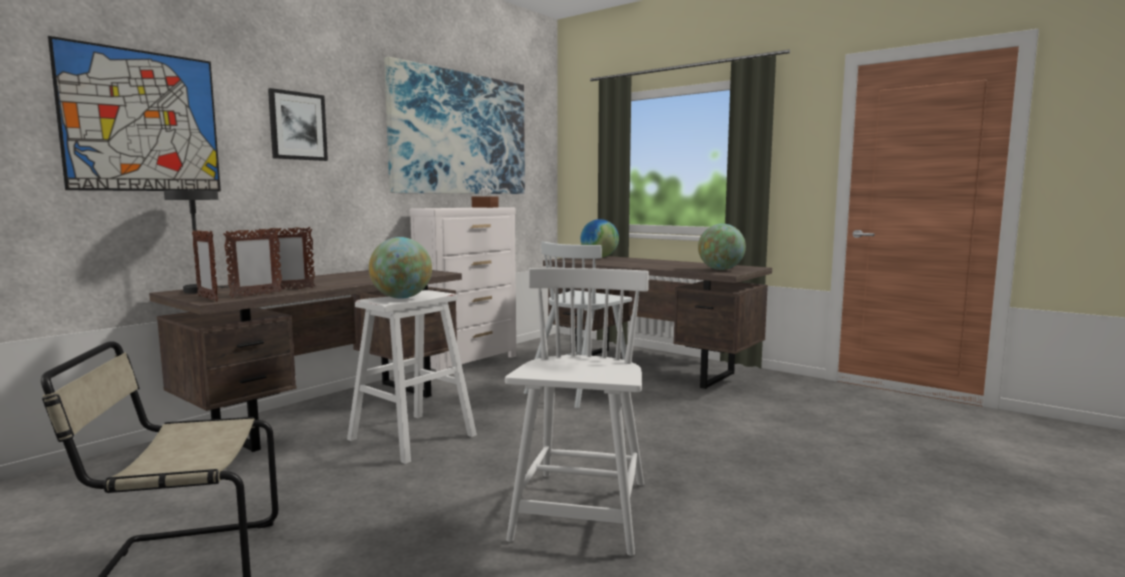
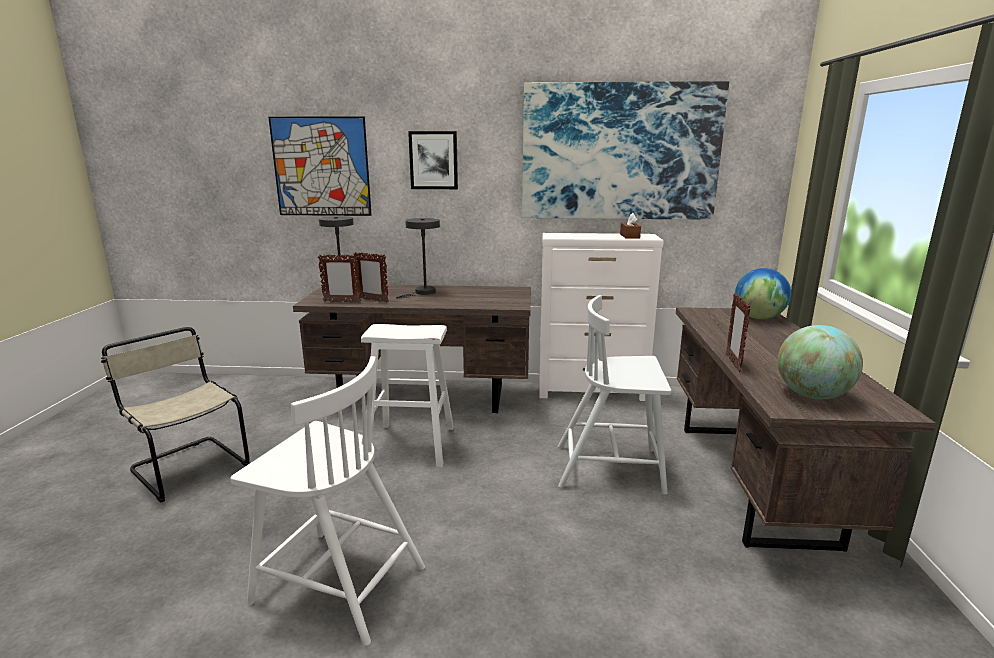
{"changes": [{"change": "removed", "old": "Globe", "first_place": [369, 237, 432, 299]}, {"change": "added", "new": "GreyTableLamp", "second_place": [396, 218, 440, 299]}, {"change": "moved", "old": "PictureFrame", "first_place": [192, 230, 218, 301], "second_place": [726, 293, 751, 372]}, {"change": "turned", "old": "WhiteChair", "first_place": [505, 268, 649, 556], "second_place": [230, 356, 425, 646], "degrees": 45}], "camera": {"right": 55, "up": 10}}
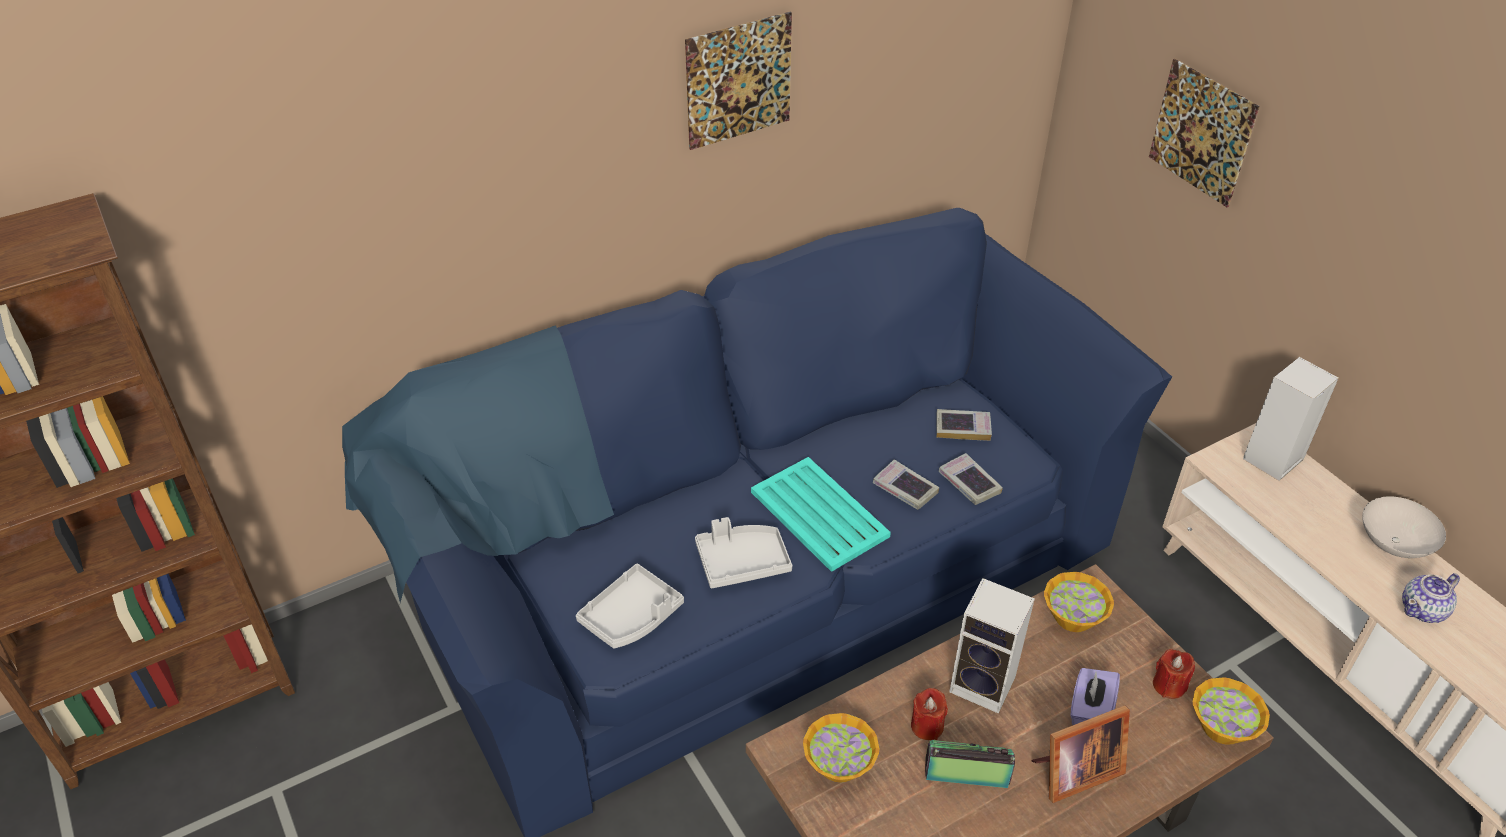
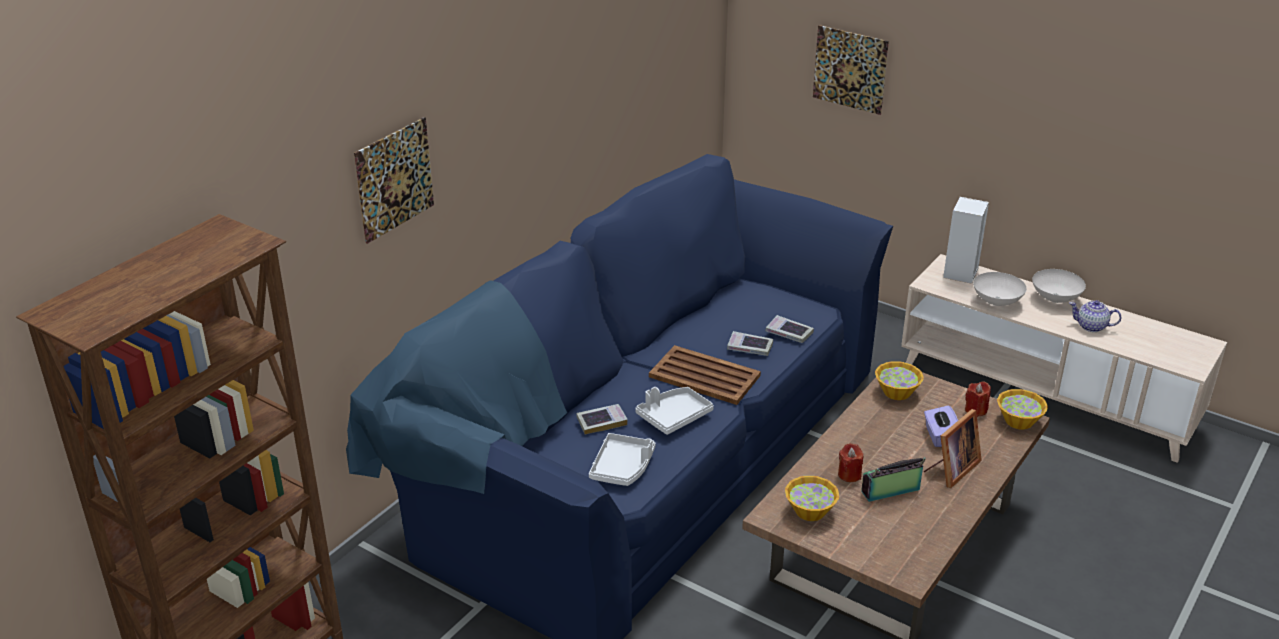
{"changes": [{"change": "removed", "old": "Speaker", "first_place": [949, 578, 1035, 714]}, {"change": "added", "new": "WhiteBowl", "second_place": [973, 272, 1027, 306]}, {"change": "moved", "old": "Picture", "first_place": [685, 12, 792, 150], "second_place": [354, 117, 434, 244]}, {"change": "moved", "old": "Book", "first_place": [936, 409, 992, 441], "second_place": [576, 404, 628, 435]}, {"change": "recoloured", "old": "TurquoiseTray", "new": "BrownTray", "first_place": [751, 457, 891, 572], "second_place": [649, 345, 761, 405]}, {"change": "turned", "old": "Teapot", "first_place": [1402, 573, 1460, 623], "second_place": [1069, 300, 1121, 332], "degrees": 75}], "camera": {"right": -25, "up": -10}}
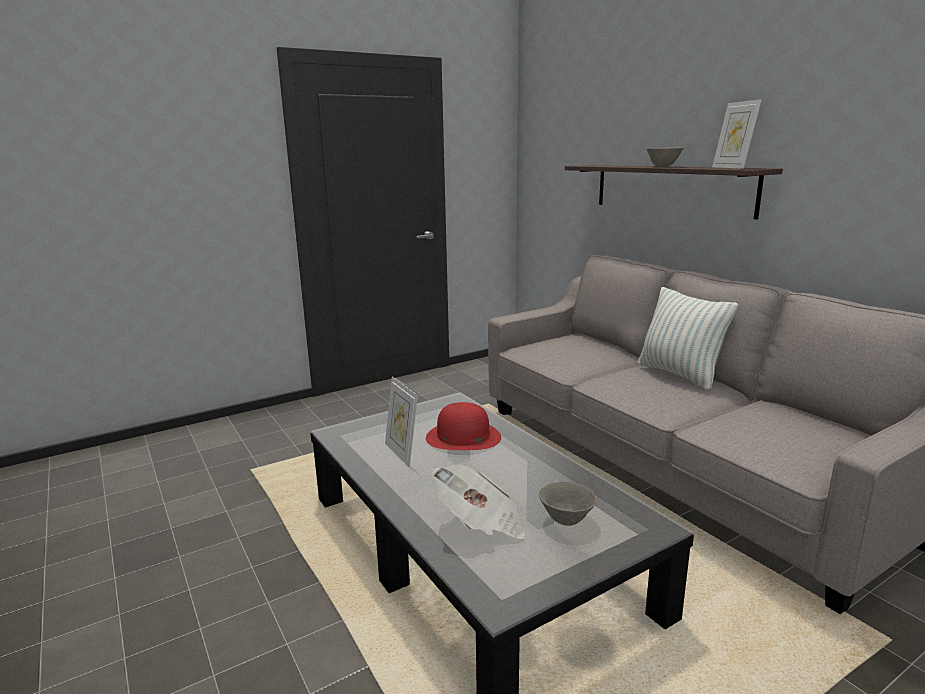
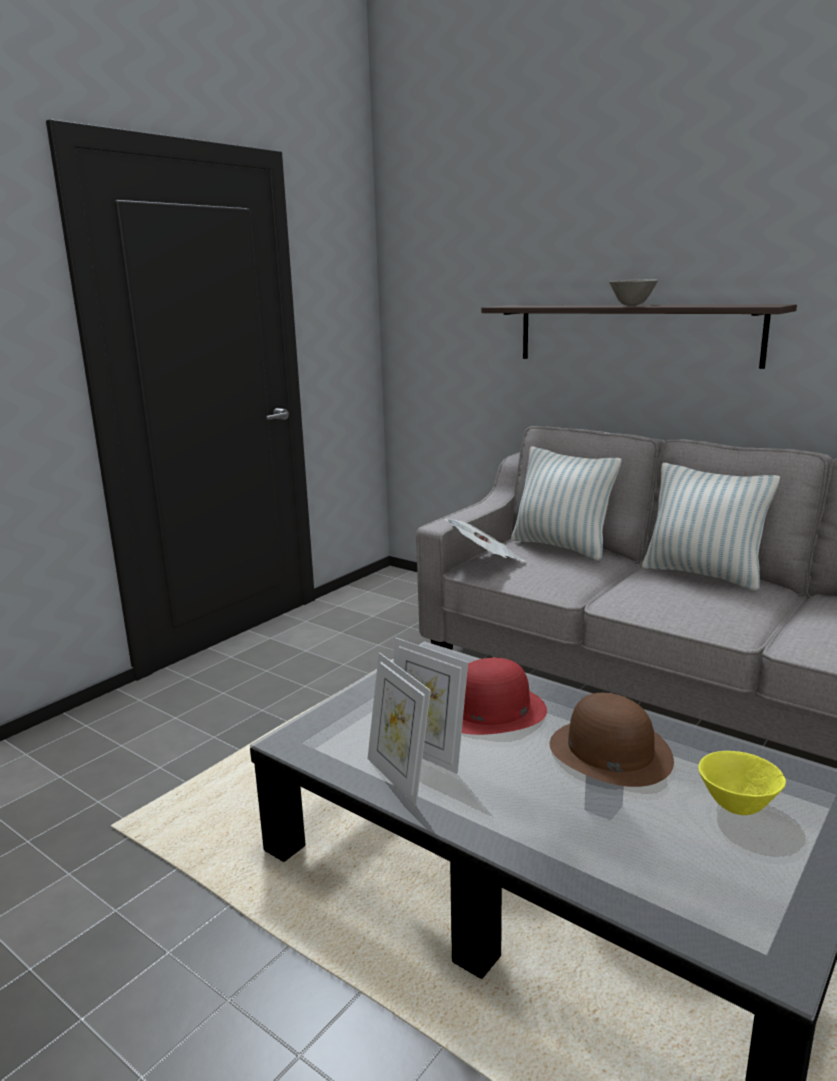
{"changes": [{"change": "added", "new": "Pillow", "second_place": [511, 446, 622, 561]}, {"change": "added", "new": "BrownHat", "second_place": [550, 693, 674, 787]}, {"change": "moved", "old": "Newspaper", "first_place": [432, 465, 525, 539], "second_place": [444, 519, 525, 561]}, {"change": "moved", "old": "PictureFrame", "first_place": [712, 99, 762, 169], "second_place": [368, 653, 431, 806]}, {"change": "recoloured", "old": "GreyBowl", "new": "YellowBowl", "first_place": [539, 482, 597, 526], "second_place": [698, 751, 786, 815]}], "camera": {"right": -20, "up": 0}}
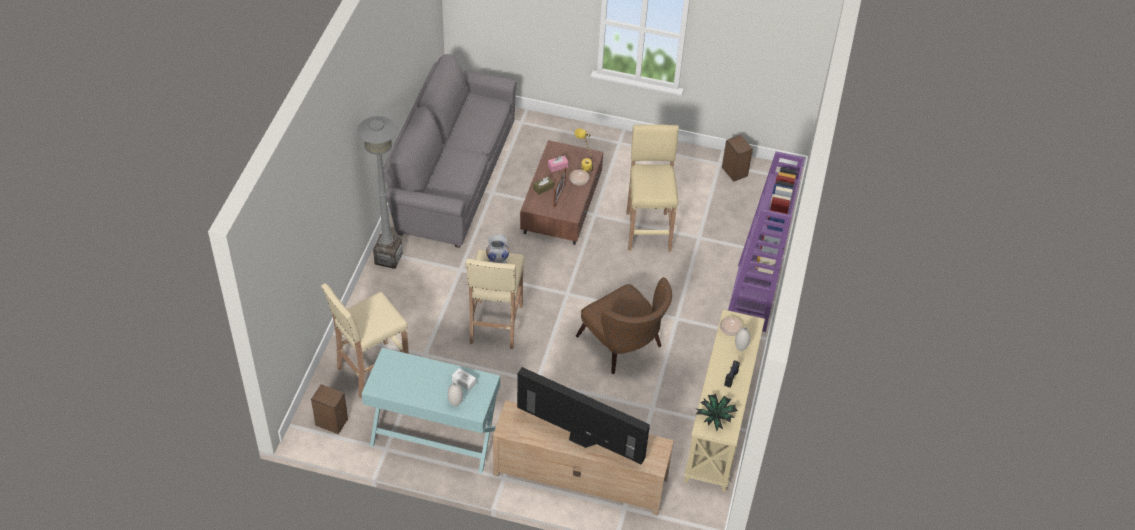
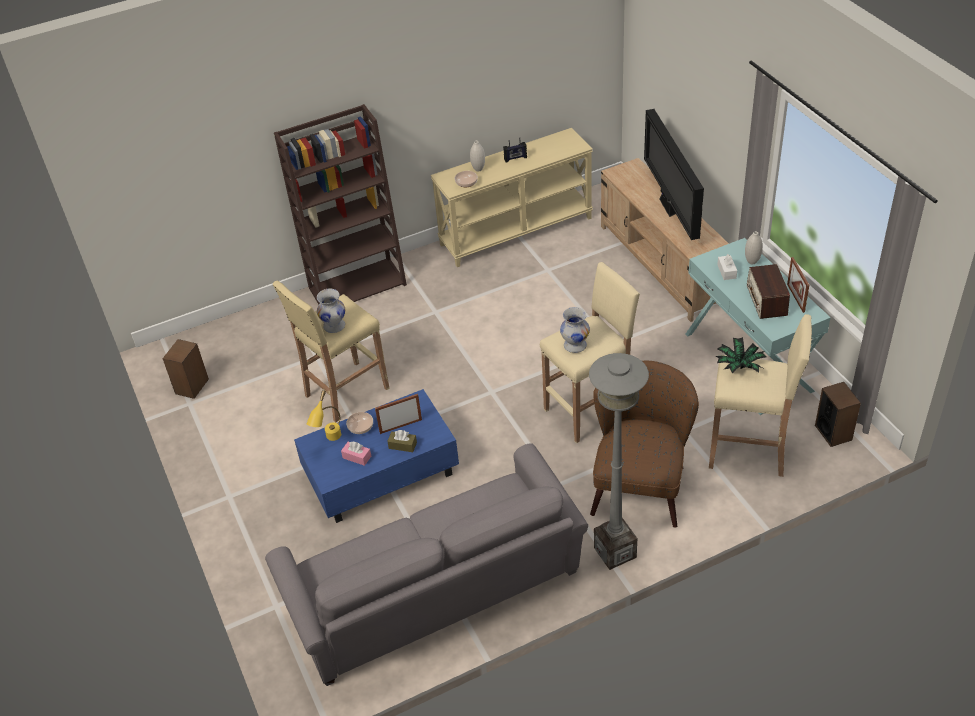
{"changes": [{"change": "added", "new": "WhiteVase", "second_place": [317, 289, 345, 333]}, {"change": "added", "new": "Radio", "second_place": [747, 264, 790, 319]}, {"change": "added", "new": "PictureFrame", "second_place": [787, 257, 809, 313]}, {"change": "moved", "old": "BrownArmchair", "first_place": [576, 277, 672, 374], "second_place": [590, 361, 699, 528]}, {"change": "moved", "old": "PottedPlant", "first_place": [696, 394, 738, 431], "second_place": [715, 337, 767, 374]}, {"change": "recoloured", "old": "BrownCoffeeTable", "new": "BlueCoffeeTable", "first_place": [520, 140, 603, 245], "second_place": [294, 389, 459, 523]}, {"change": "recoloured", "old": "PurpleBookcase", "new": "BrownBookcase", "first_place": [728, 151, 805, 332], "second_place": [274, 104, 407, 304]}], "camera": {"right": -125, "up": -5}}
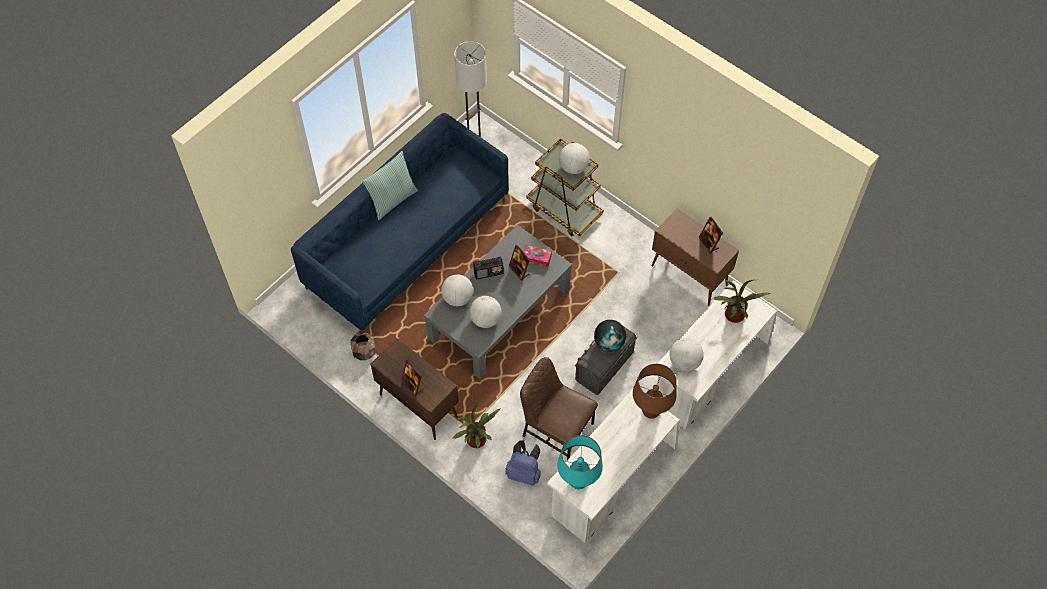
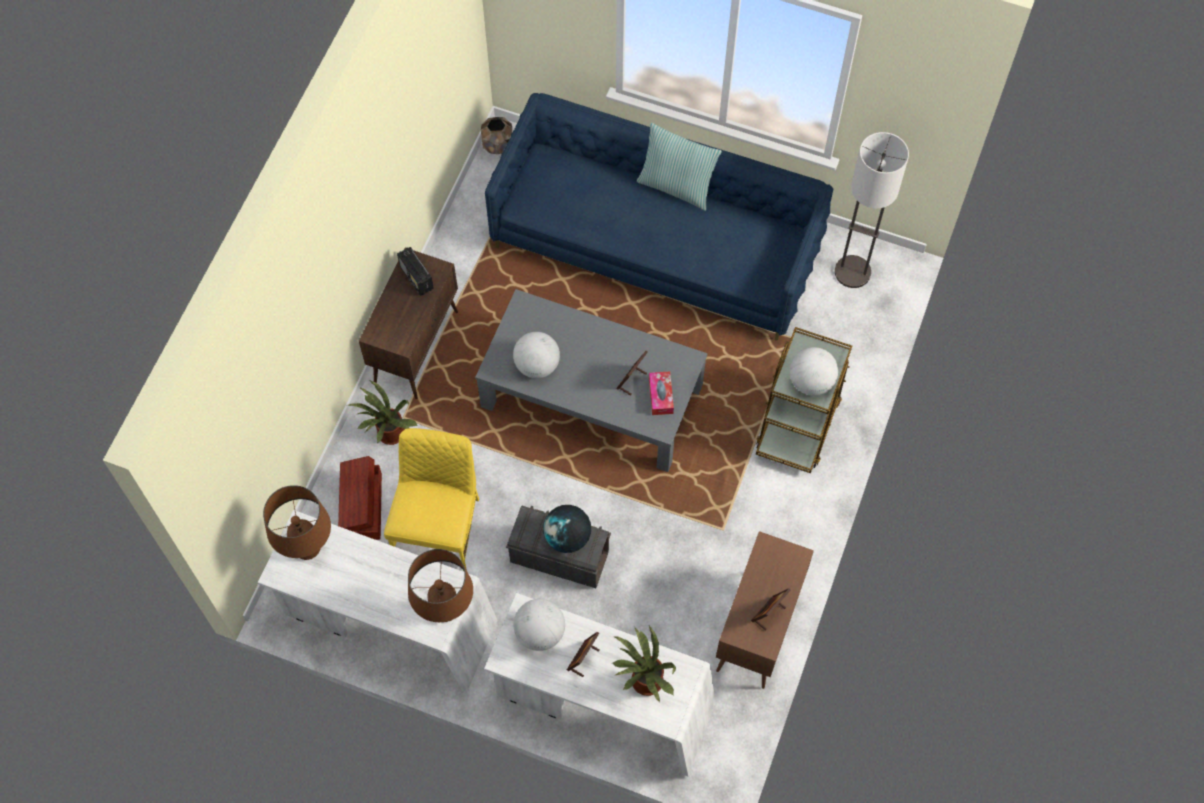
{"changes": [{"change": "removed", "old": "Globe", "first_place": [441, 274, 473, 306]}, {"change": "moved", "old": "BrownPlanter", "first_place": [350, 332, 376, 360], "second_place": [481, 117, 512, 154]}, {"change": "moved", "old": "PictureFrame", "first_place": [401, 359, 424, 397], "second_place": [567, 632, 599, 677]}, {"change": "moved", "old": "Radio", "first_place": [473, 257, 504, 279], "second_place": [397, 247, 434, 296]}, {"change": "replaced", "old": "BlueBackpack", "new": "BrownStorageBox", "first_place": [505, 440, 541, 486], "second_place": [338, 456, 382, 540]}, {"change": "recoloured", "old": "BrownChair", "new": "YellowChair", "first_place": [520, 357, 598, 460], "second_place": [384, 428, 479, 571]}, {"change": "recoloured", "old": "TurquoiseTableLamp", "new": "BrownTableLamp", "first_place": [557, 435, 603, 490], "second_place": [263, 485, 331, 560]}], "camera": {"right": 70, "up": 5}}
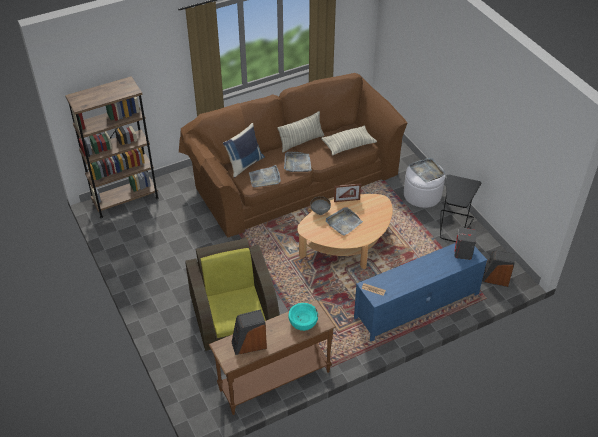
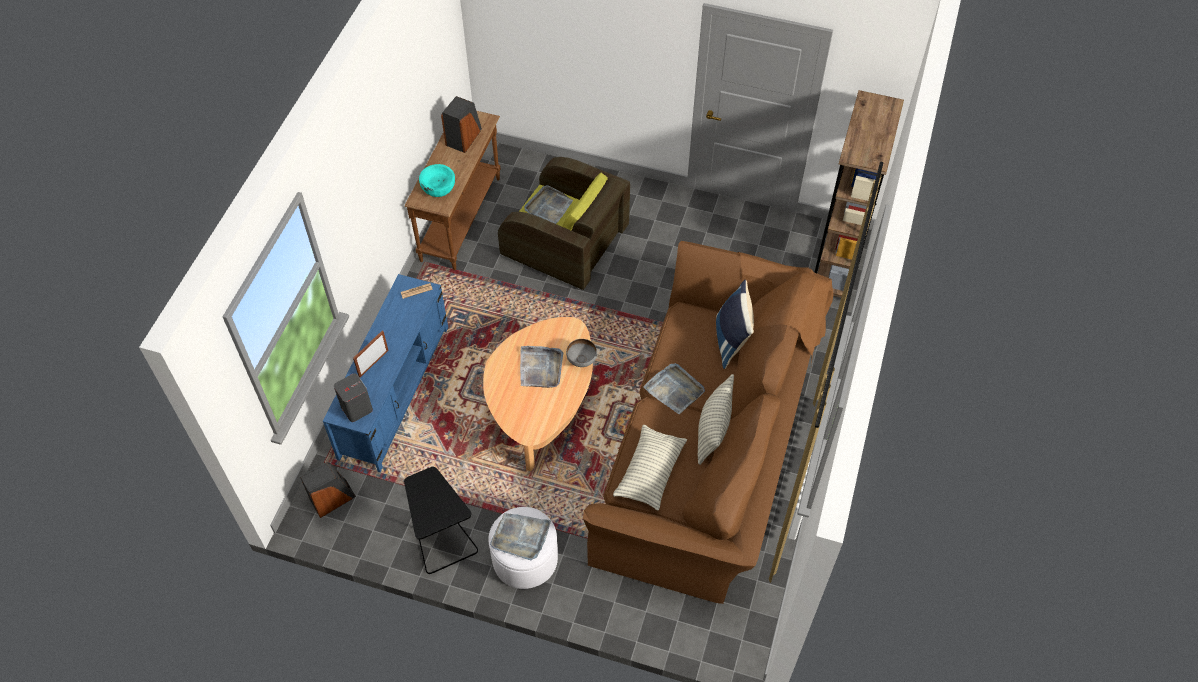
{"changes": [{"change": "moved", "old": "GreyTray", "first_place": [249, 165, 281, 187], "second_place": [524, 185, 573, 224]}, {"change": "moved", "old": "PictureFrame", "first_place": [334, 183, 361, 202], "second_place": [353, 331, 389, 377]}], "camera": {"right": 135, "up": 10}}
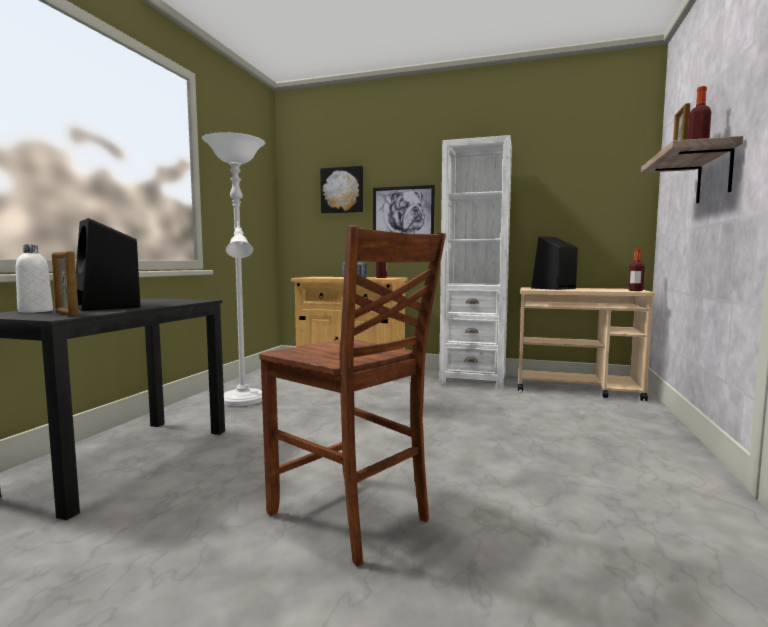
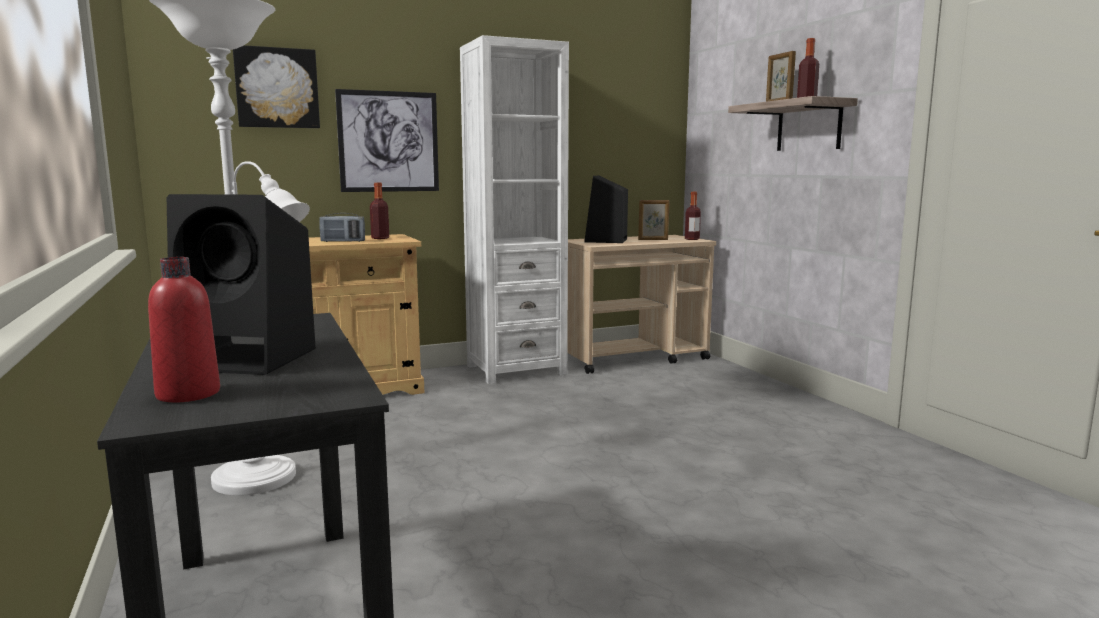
{"changes": [{"change": "removed", "old": "BrownChair", "first_place": [259, 225, 446, 567]}, {"change": "moved", "old": "PictureFrame", "first_place": [52, 252, 79, 316], "second_place": [638, 200, 670, 240]}, {"change": "recoloured", "old": "WhiteBottle", "new": "RedBottle", "first_place": [16, 244, 53, 313], "second_place": [148, 257, 220, 403]}], "camera": {"right": -40, "up": 5}}
